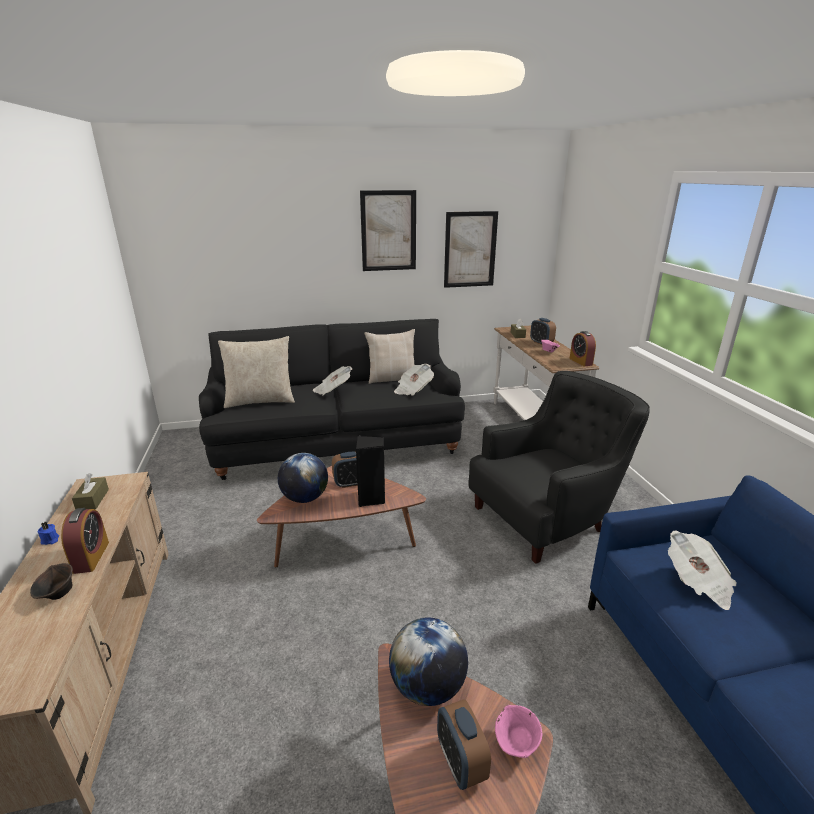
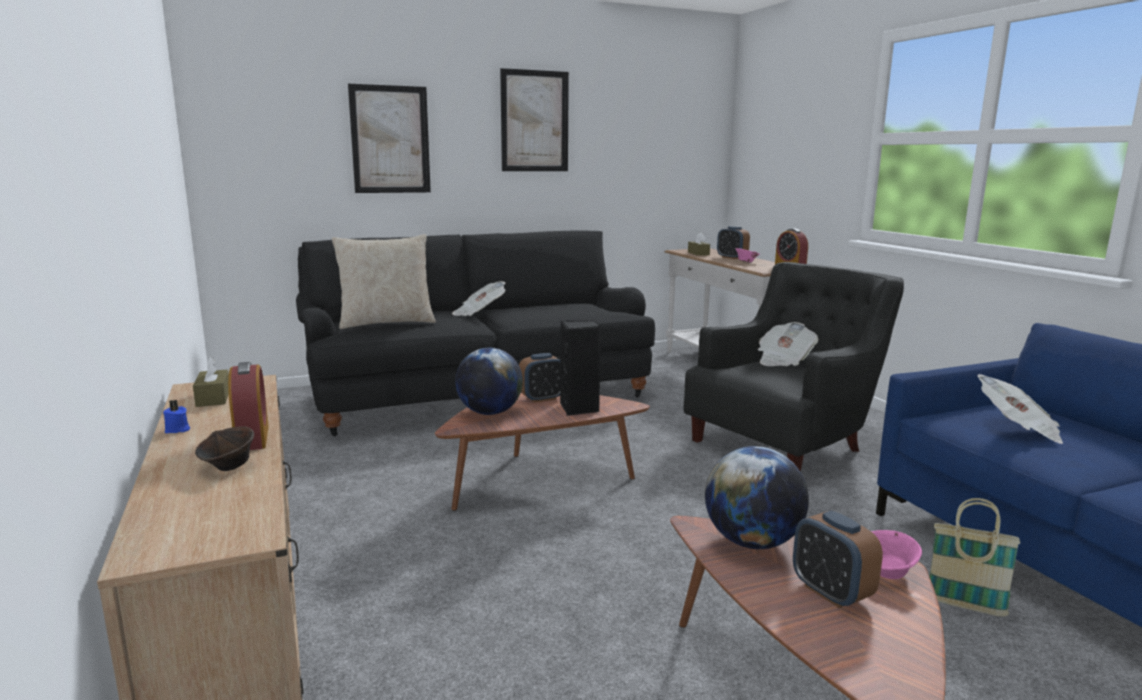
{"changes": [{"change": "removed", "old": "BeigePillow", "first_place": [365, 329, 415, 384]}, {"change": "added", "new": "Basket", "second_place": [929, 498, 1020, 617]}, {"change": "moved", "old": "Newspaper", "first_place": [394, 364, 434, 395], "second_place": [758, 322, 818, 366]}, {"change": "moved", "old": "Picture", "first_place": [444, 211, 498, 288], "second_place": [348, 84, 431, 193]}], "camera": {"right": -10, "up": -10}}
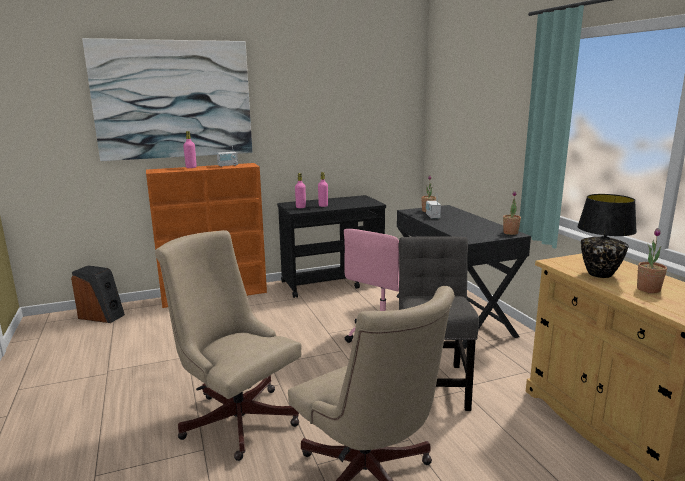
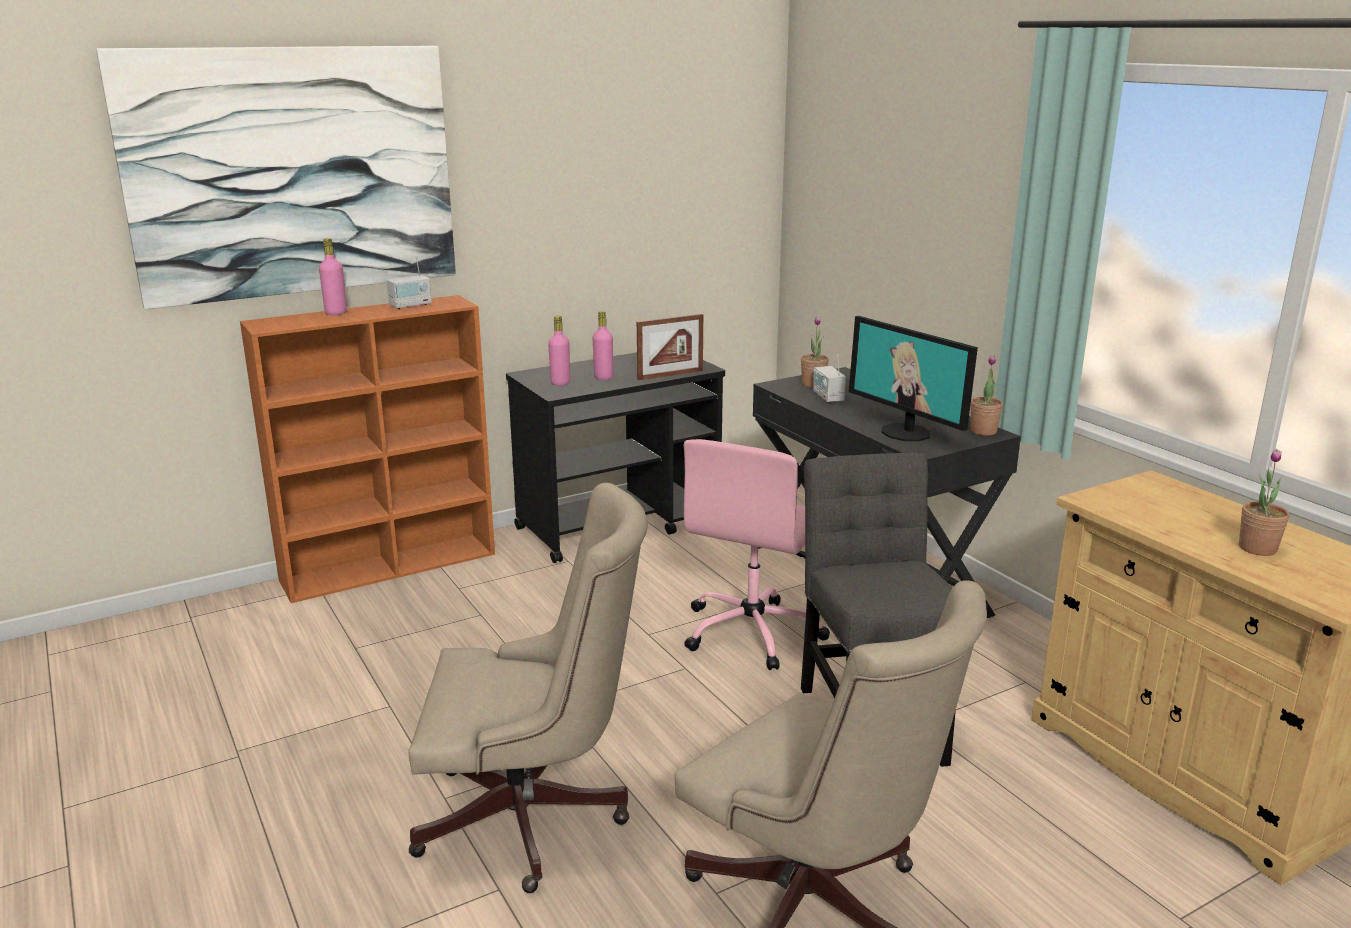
{"changes": [{"change": "removed", "old": "Speaker", "first_place": [71, 265, 125, 323]}, {"change": "removed", "old": "BlackTableLamp", "first_place": [577, 194, 637, 278]}, {"change": "added", "new": "PictureFrame", "second_place": [637, 314, 703, 380]}, {"change": "added", "new": "Monitor", "second_place": [849, 316, 978, 441]}, {"change": "turned", "old": "BeigeOfficeChair", "first_place": [155, 230, 301, 461], "second_place": [408, 483, 648, 893], "degrees": 150}], "camera": {"right": -10, "up": 5}}
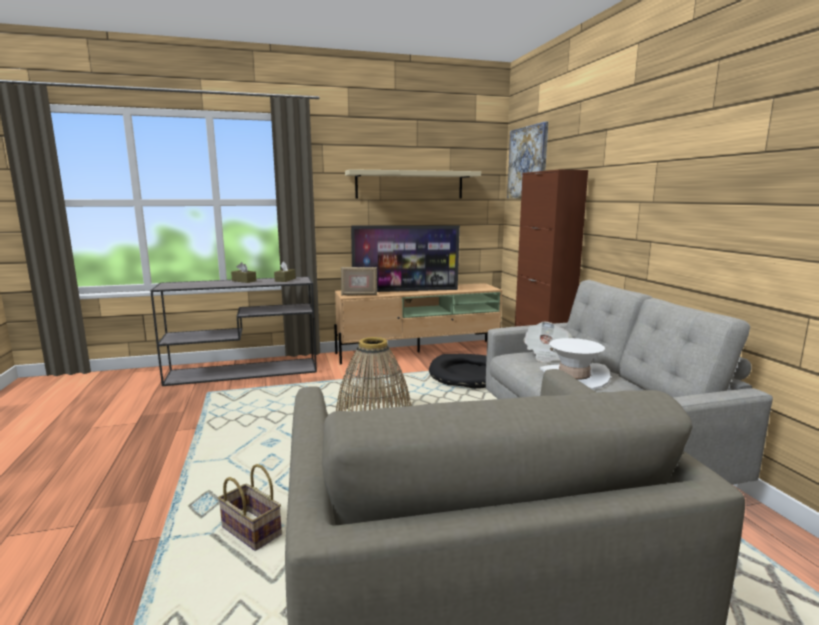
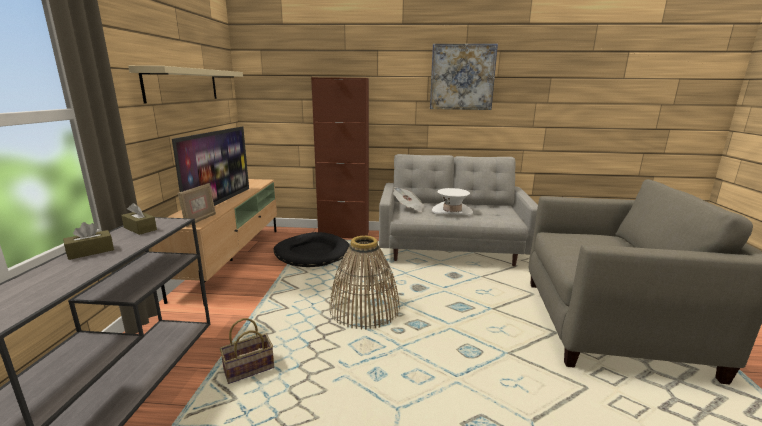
{"changes": [{"change": "moved", "old": "Basket", "first_place": [218, 464, 282, 551], "second_place": [220, 318, 274, 384]}, {"change": "moved", "old": "Picture", "first_place": [507, 121, 548, 198], "second_place": [430, 44, 498, 110]}], "camera": {"right": -70, "up": 5}}
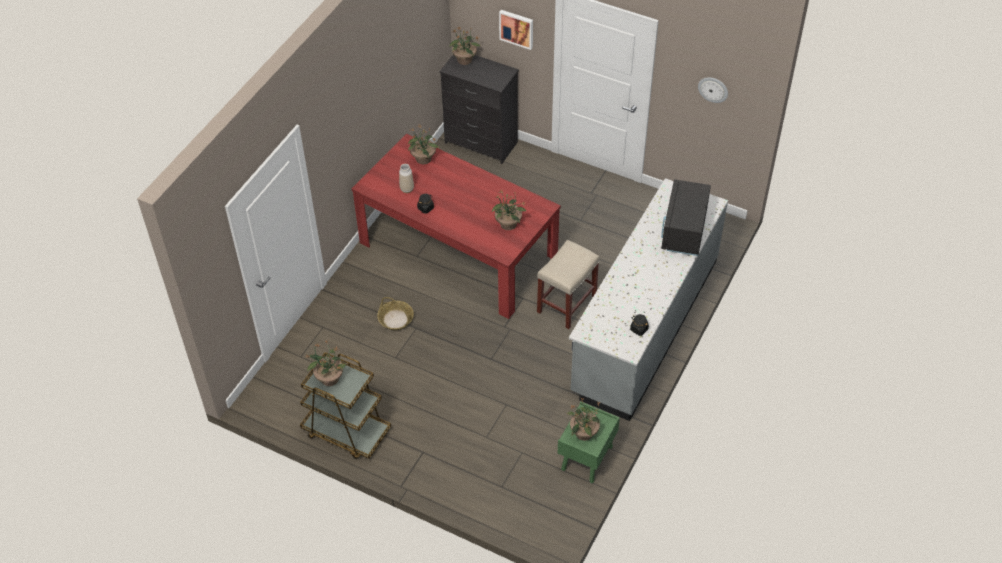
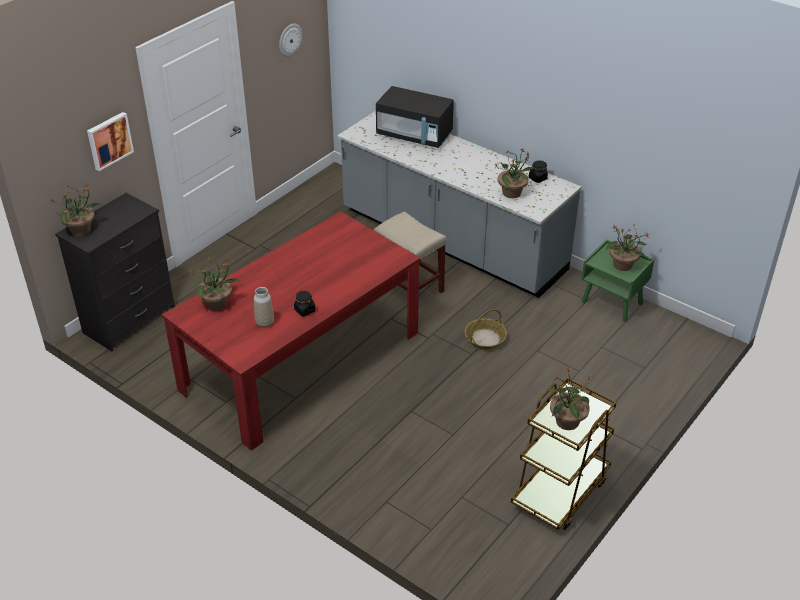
{"changes": [{"change": "moved", "old": "Basket", "first_place": [377, 297, 414, 330], "second_place": [465, 309, 507, 350]}, {"change": "moved", "old": "PottedPlant", "first_place": [492, 190, 527, 230], "second_place": [494, 148, 534, 198]}], "camera": {"right": -80, "up": -10}}
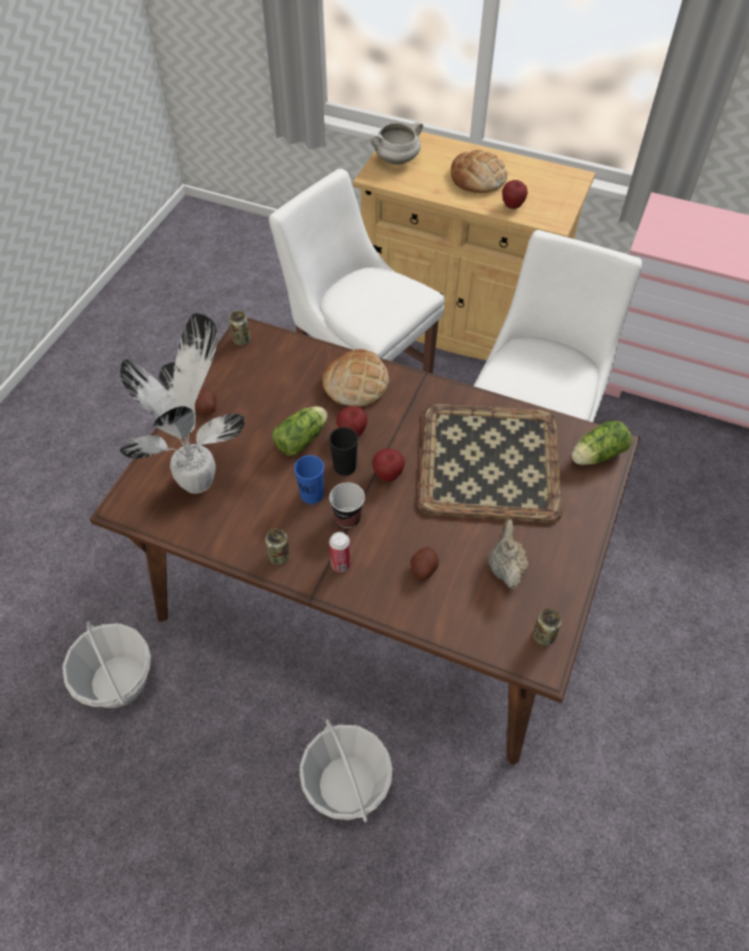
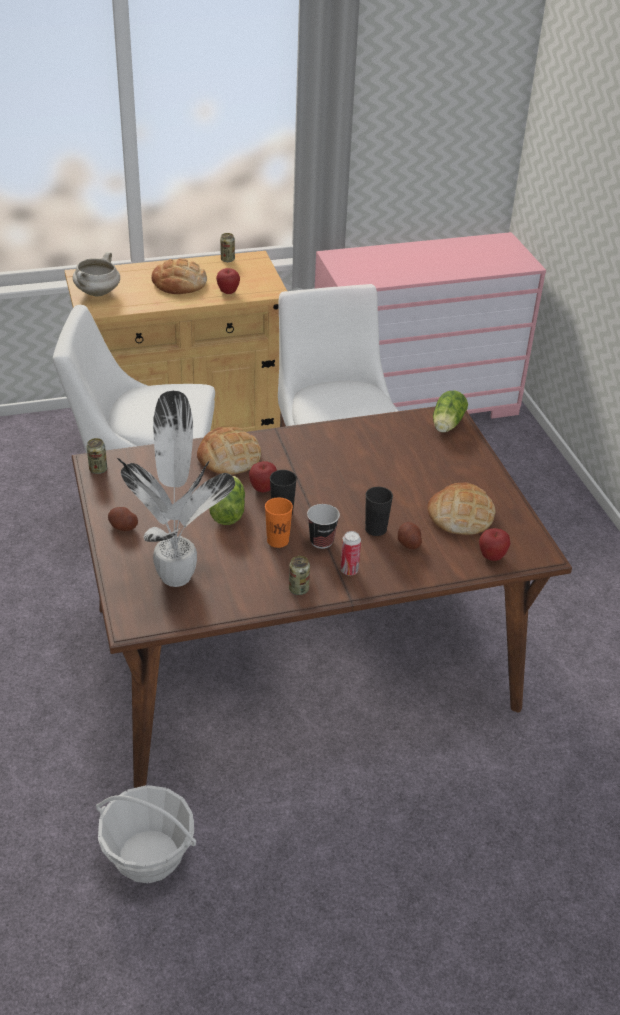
{"changes": [{"change": "removed", "old": "Basket", "first_place": [299, 719, 392, 822]}, {"change": "removed", "old": "Tray", "first_place": [418, 404, 562, 523]}, {"change": "added", "new": "BlackCup", "second_place": [365, 487, 393, 536]}, {"change": "moved", "old": "Apple", "first_place": [372, 448, 405, 482], "second_place": [479, 528, 511, 561]}, {"change": "moved", "old": "Can", "first_place": [533, 608, 562, 646], "second_place": [220, 233, 235, 262]}, {"change": "replaced", "old": "BeigeTeapot", "new": "Bread", "first_place": [488, 519, 528, 589], "second_place": [427, 482, 495, 535]}, {"change": "recoloured", "old": "BlueCup", "new": "OrangeCup", "first_place": [294, 455, 324, 504], "second_place": [265, 498, 293, 548]}], "camera": {"right": -40, "up": -15}}
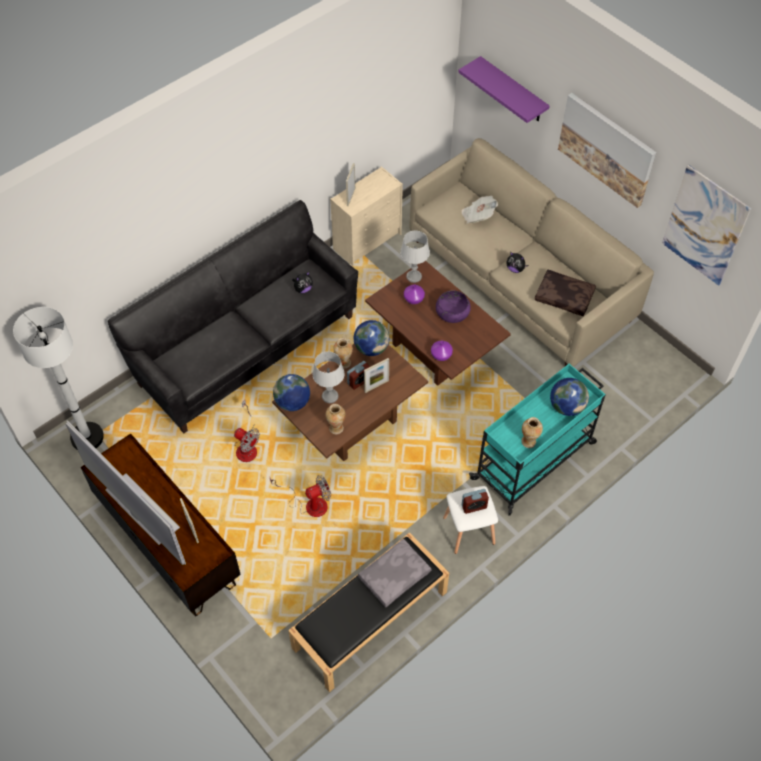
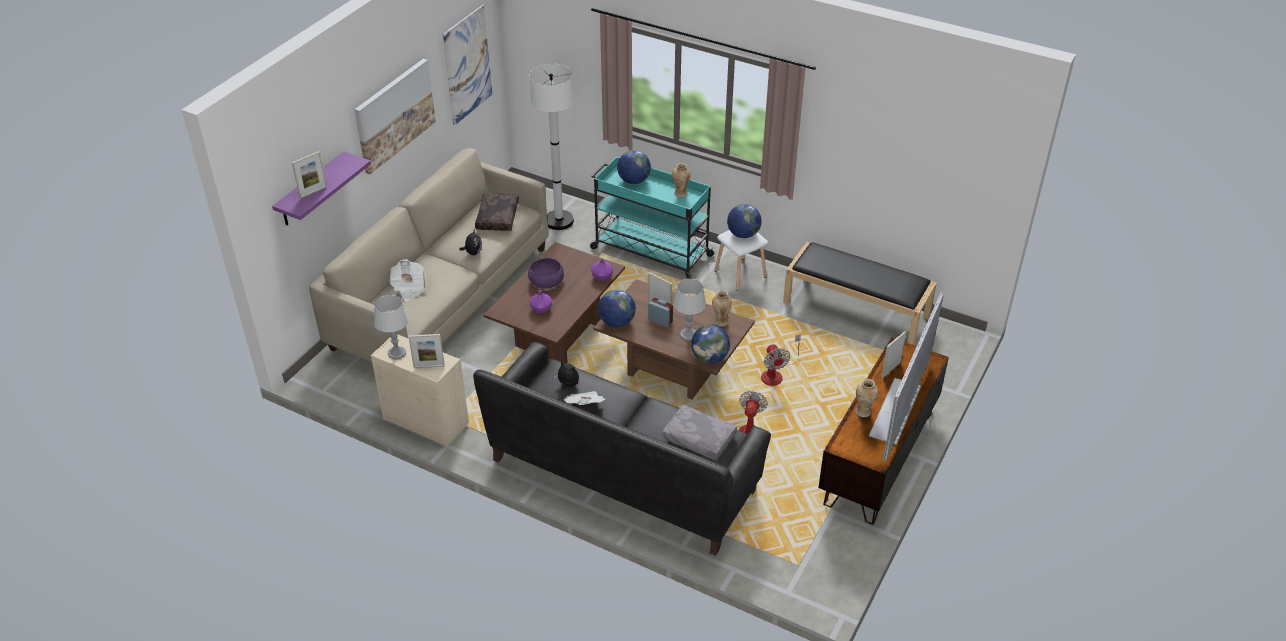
{"changes": [{"change": "added", "new": "PictureFrame", "second_place": [292, 151, 327, 199]}, {"change": "added", "new": "Newspaper", "second_place": [564, 391, 606, 405]}, {"change": "moved", "old": "WhiteFloorLamp", "first_place": [13, 307, 104, 449], "second_place": [530, 64, 574, 230]}, {"change": "moved", "old": "Vase", "first_place": [333, 338, 353, 369], "second_place": [855, 379, 878, 417]}, {"change": "moved", "old": "GreyPillow", "first_place": [358, 539, 431, 608], "second_place": [661, 405, 737, 461]}, {"change": "moved", "old": "GreyTableLamp", "first_place": [400, 231, 430, 283], "second_place": [374, 295, 409, 360]}, {"change": "replaced", "old": "AlarmClock", "new": "Globe", "first_place": [462, 489, 489, 514], "second_place": [727, 204, 762, 238]}, {"change": "turned", "old": "Fan", "first_place": [269, 475, 331, 517], "second_place": [761, 335, 801, 386], "degrees": -150}], "camera": {"right": -110, "up": -15}}
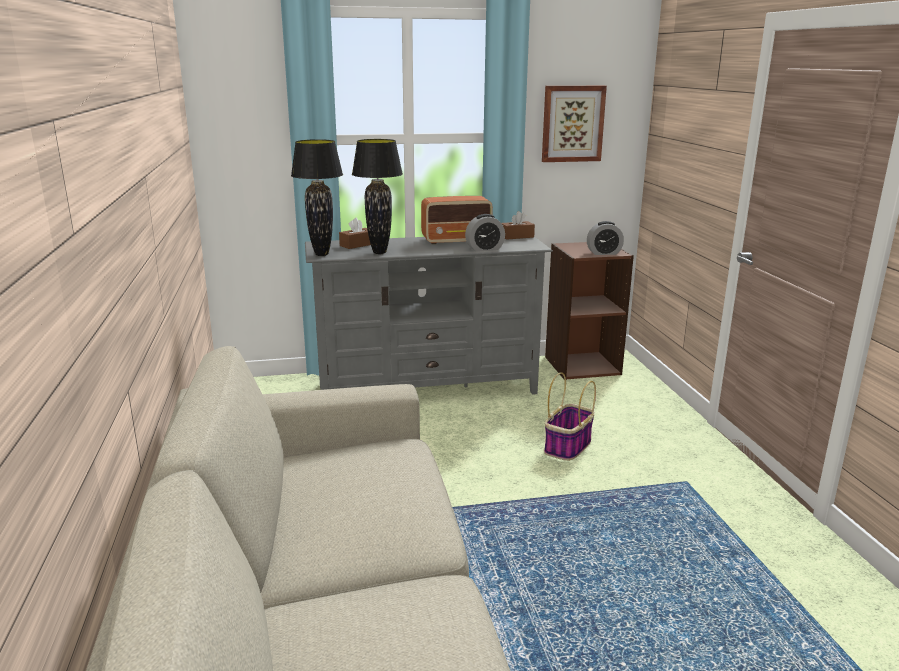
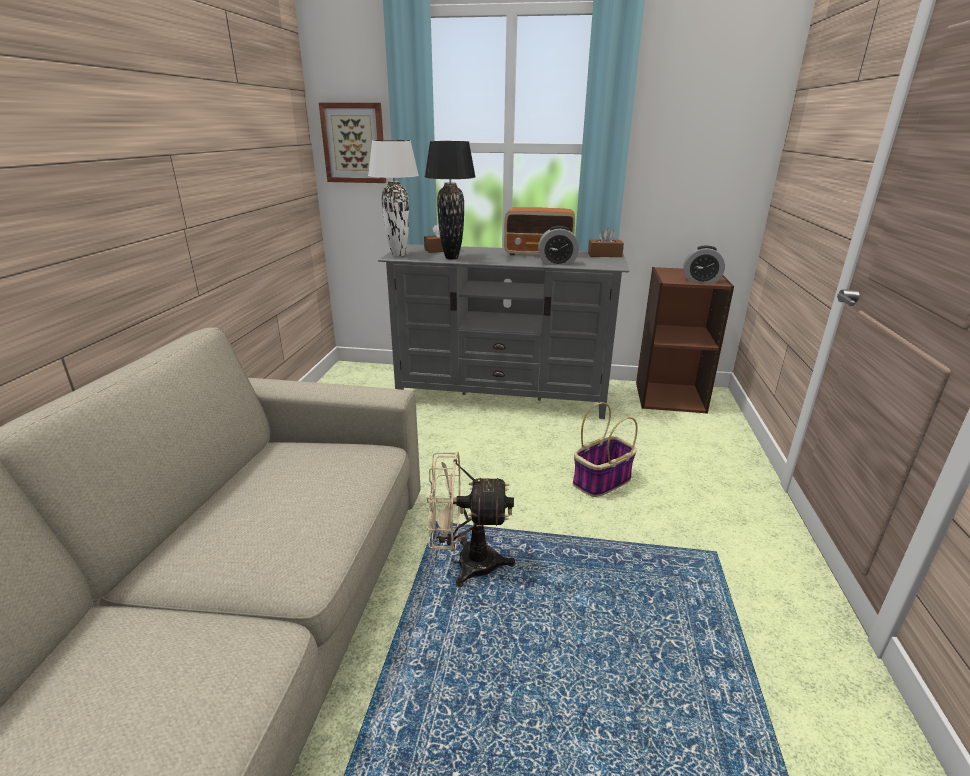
{"changes": [{"change": "added", "new": "BeigeFan", "second_place": [426, 452, 515, 587]}, {"change": "moved", "old": "Picture", "first_place": [542, 86, 607, 162], "second_place": [319, 103, 386, 183]}, {"change": "recoloured", "old": "BlackTableLamp", "new": "WhiteTableLamp", "first_place": [291, 139, 343, 256], "second_place": [368, 140, 419, 257]}], "camera": {"right": 20, "up": 5}}
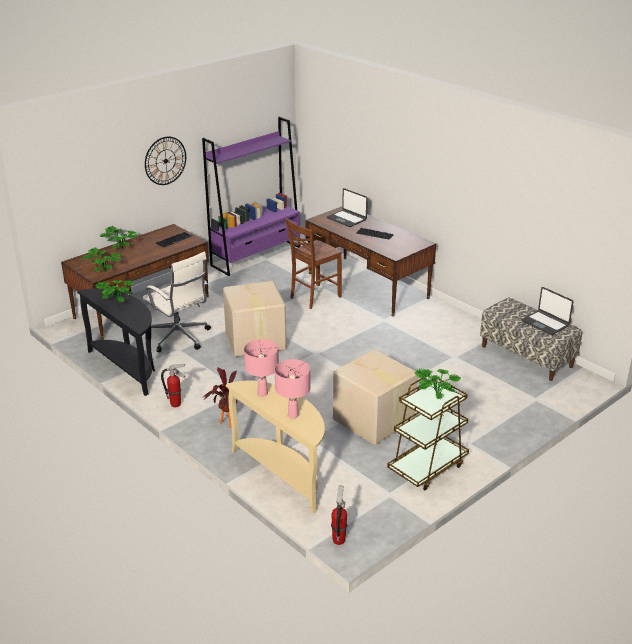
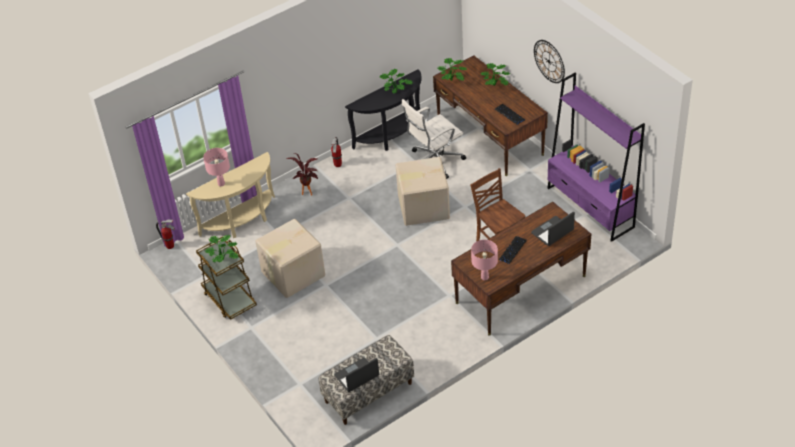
{"changes": [{"change": "moved", "old": "PinkTableLamp", "first_place": [244, 339, 279, 397], "second_place": [471, 240, 498, 280]}], "camera": {"right": 100, "up": 15}}
